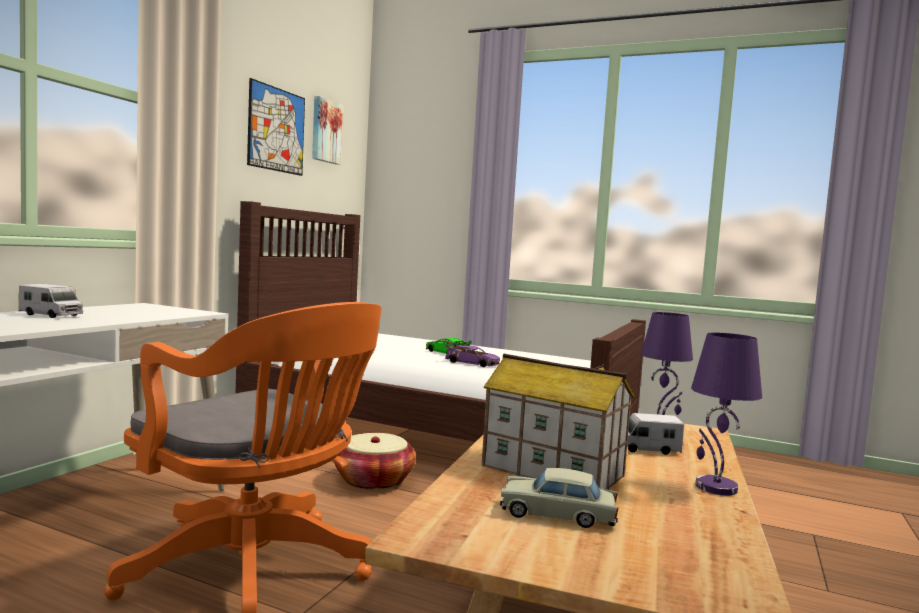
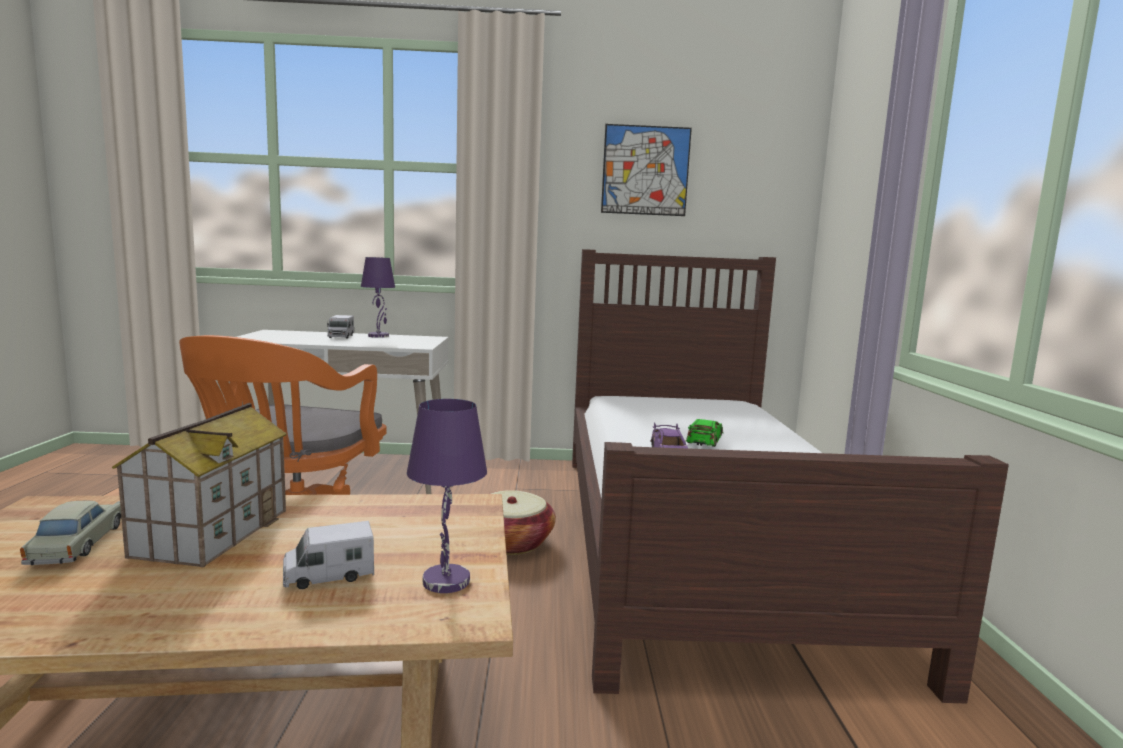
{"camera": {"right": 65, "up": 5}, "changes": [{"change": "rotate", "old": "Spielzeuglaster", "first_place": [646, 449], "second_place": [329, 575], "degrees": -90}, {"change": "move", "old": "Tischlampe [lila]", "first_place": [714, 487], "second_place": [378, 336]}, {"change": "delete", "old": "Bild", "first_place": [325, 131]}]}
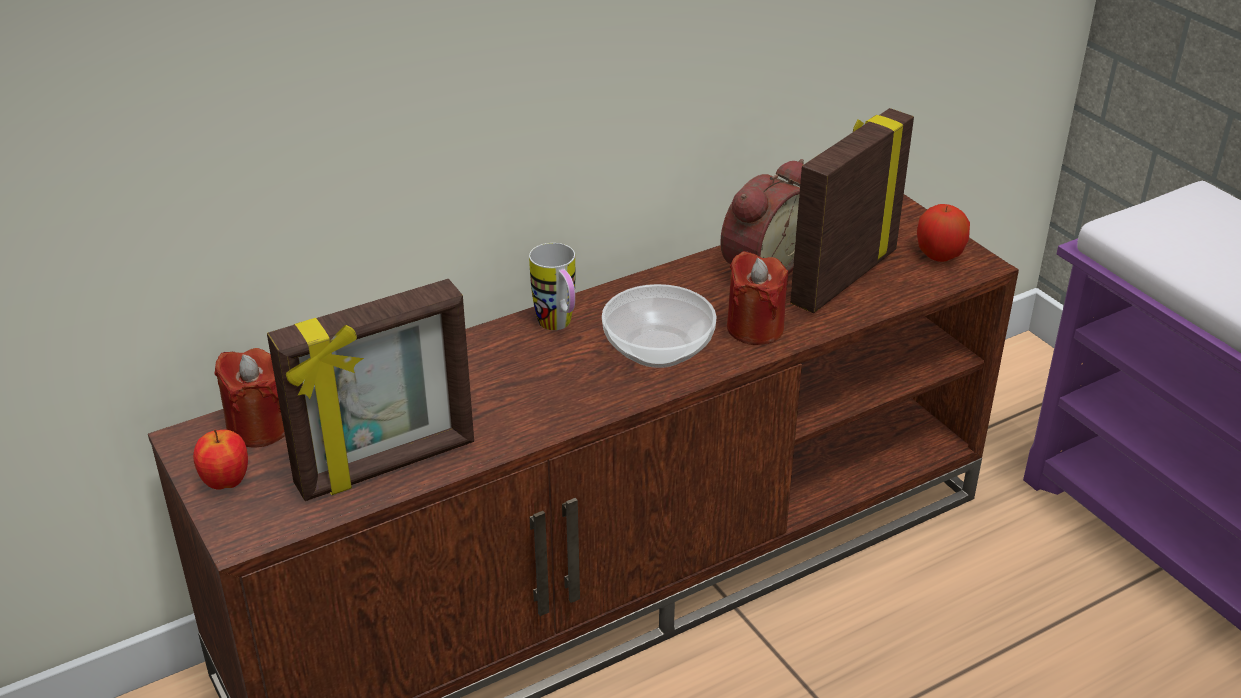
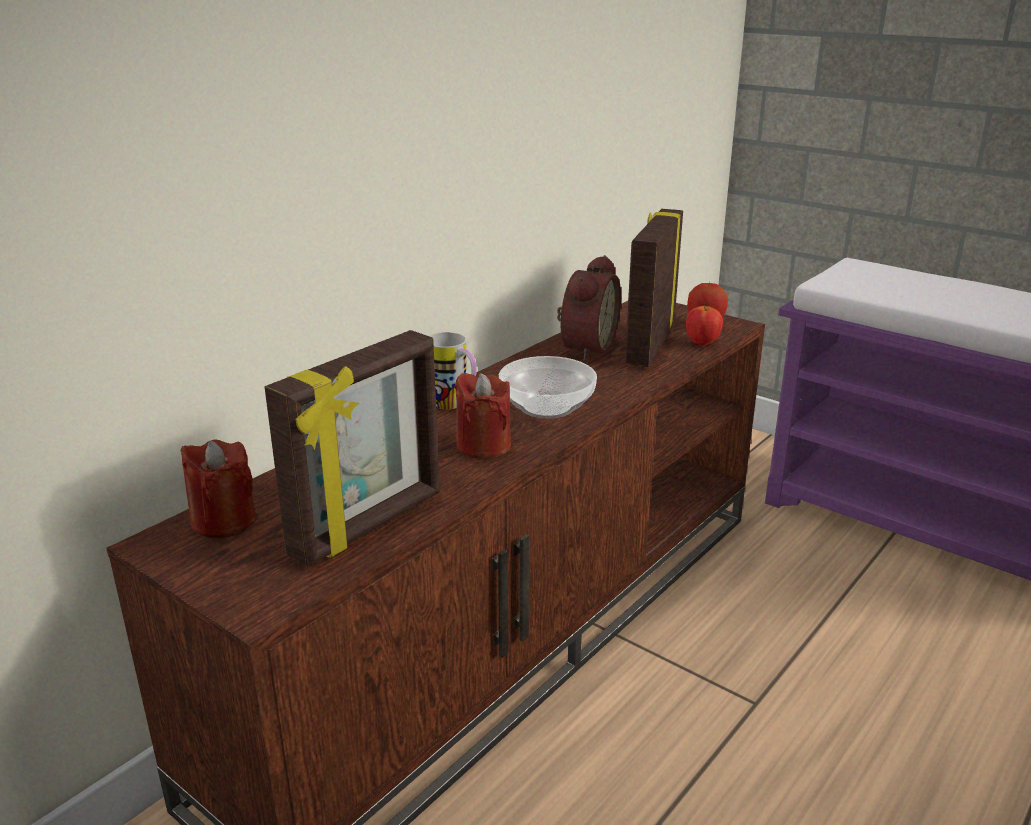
{"camera": {"right": -20, "up": -10}, "changes": [{"change": "move", "old": "Kerze [rot]", "first_place": [755, 328], "second_place": [483, 446]}, {"change": "move", "old": "Apfel", "first_place": [226, 482], "second_place": [702, 343]}]}
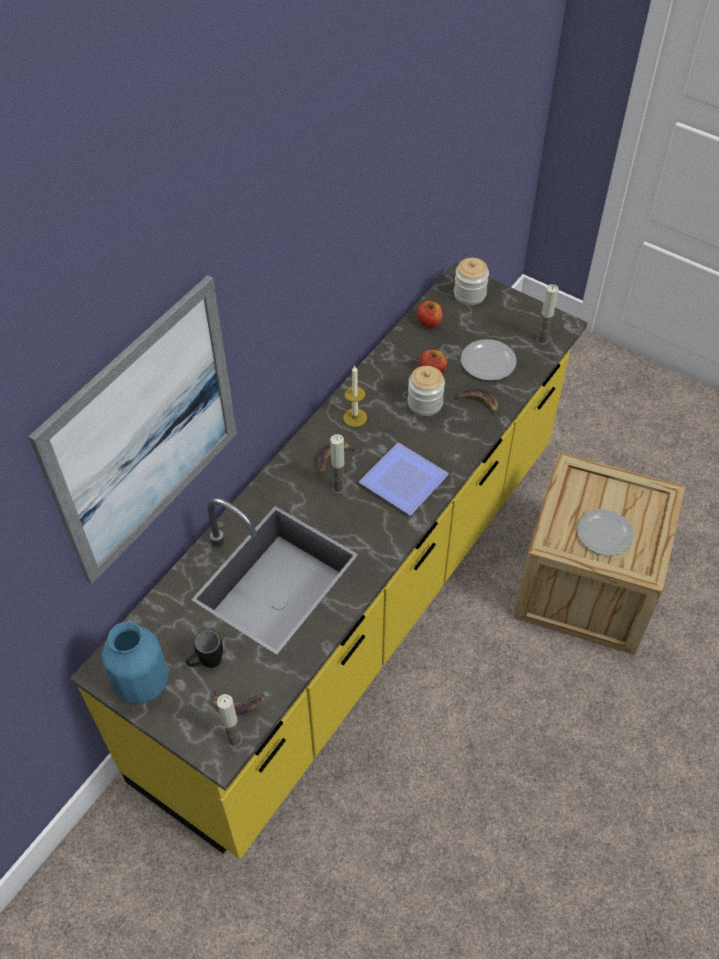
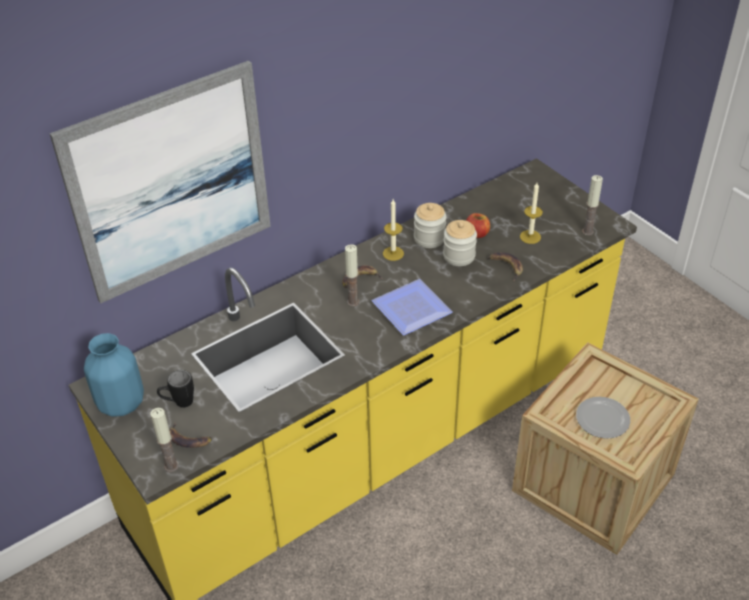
{"camera": {"right": 20, "up": -10}, "changes": [{"change": "move", "old": "Vorratsglas", "first_place": [469, 294], "second_place": [429, 238]}, {"change": "replace", "old": "Teller", "new": "Kerze", "first_place": [487, 361], "second_place": [530, 237]}, {"change": "delete", "old": "Apfel", "first_place": [429, 322]}]}
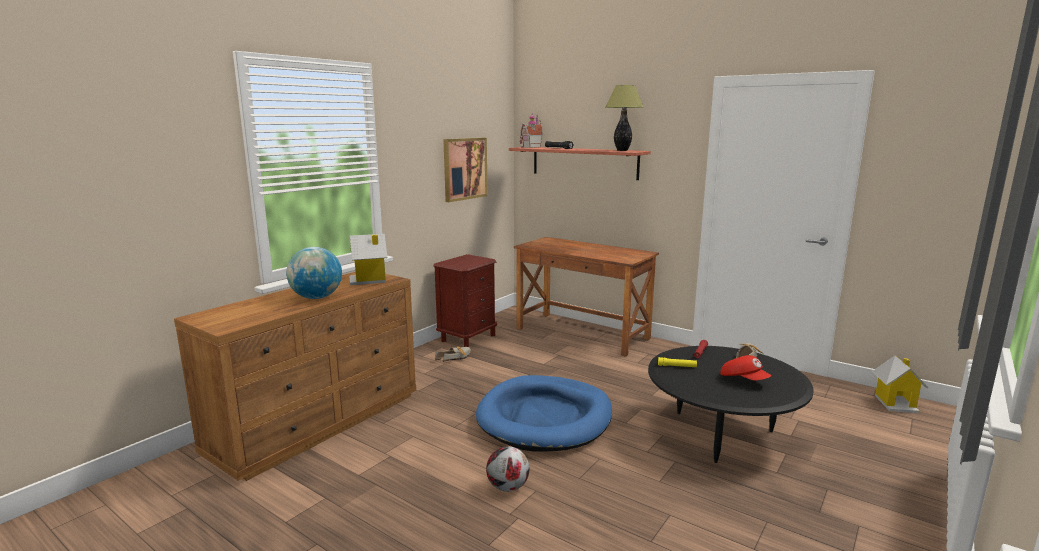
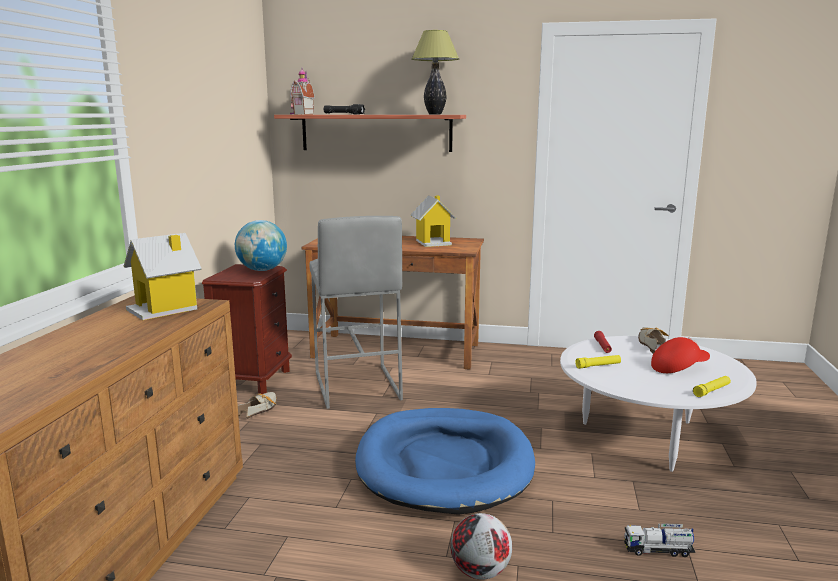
{"camera": {"right": -25, "up": 0}, "changes": [{"change": "move", "old": "Globus", "first_place": [316, 298], "second_place": [262, 270]}, {"change": "insert", "new": "Hocker [grau]", "second_place": [356, 386]}, {"change": "move", "old": "Spielzeughaus", "first_place": [895, 403], "second_place": [433, 242]}, {"change": "recolor", "old": "Couchtisch [schwarz]", "new": "Couchtisch [weiß]", "first_place": [721, 434], "second_place": [646, 438]}, {"change": "insert", "new": "Spielzeuglaster", "second_place": [658, 550]}, {"change": "rotate", "old": "Kappe [rot]", "first_place": [744, 380], "second_place": [678, 368], "degrees": -45}, {"change": "insert", "new": "Taschenlampe [gelb]", "second_place": [711, 390]}, {"change": "delete", "old": "Bild", "first_place": [464, 168]}]}
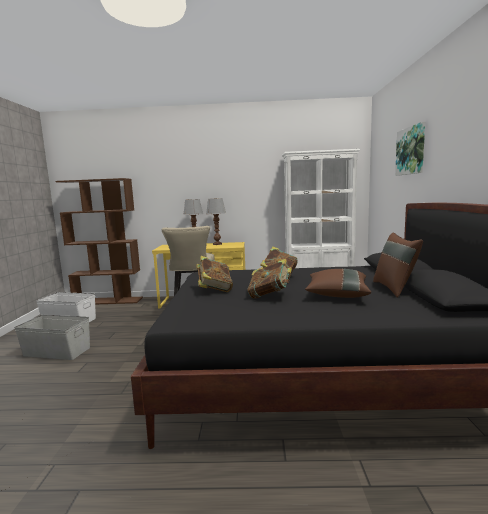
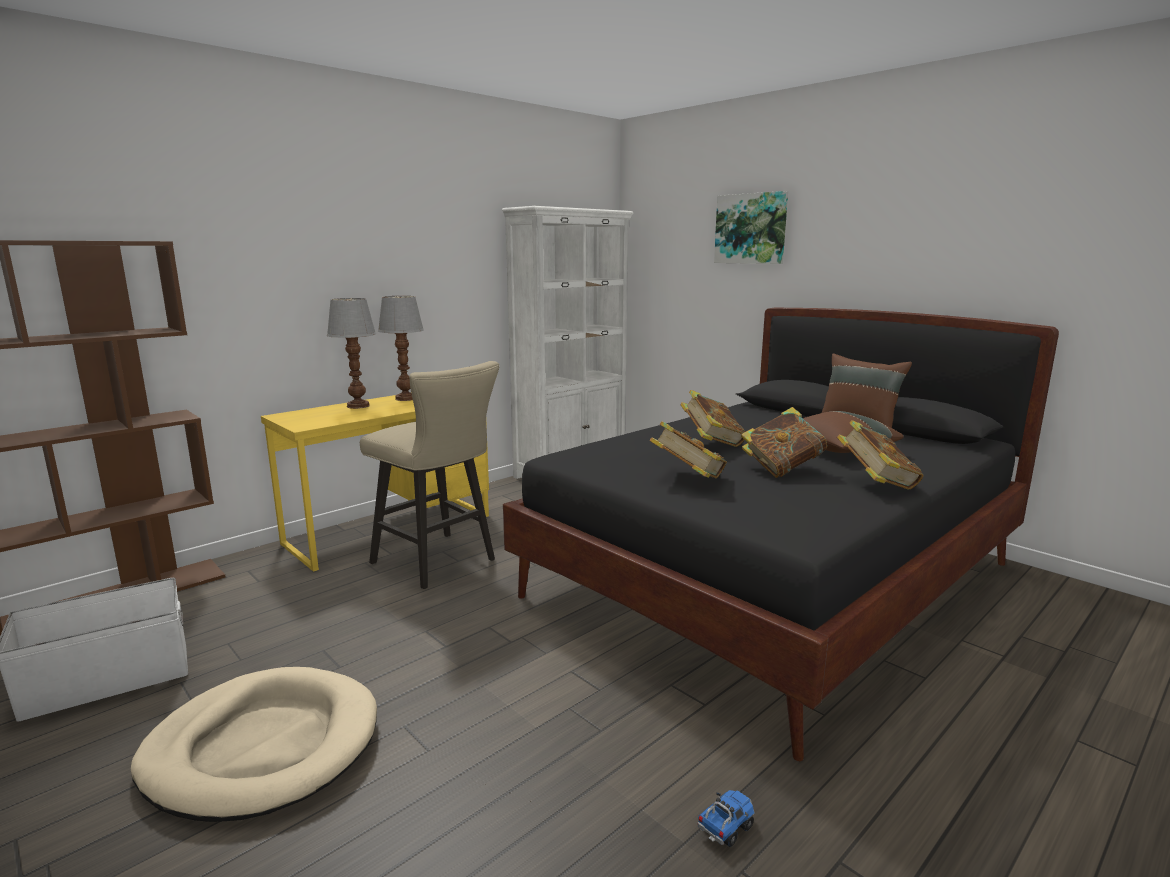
{"camera": {"right": -45, "up": 5}, "changes": [{"change": "replace", "old": "Aufbewahrungsbox [grau]", "new": "Hundebett [beige]", "first_place": [57, 351], "second_place": [263, 747]}, {"change": "insert", "new": "Spielzeuglaster", "second_place": [726, 828]}, {"change": "insert", "new": "Buch", "second_place": [875, 484]}]}
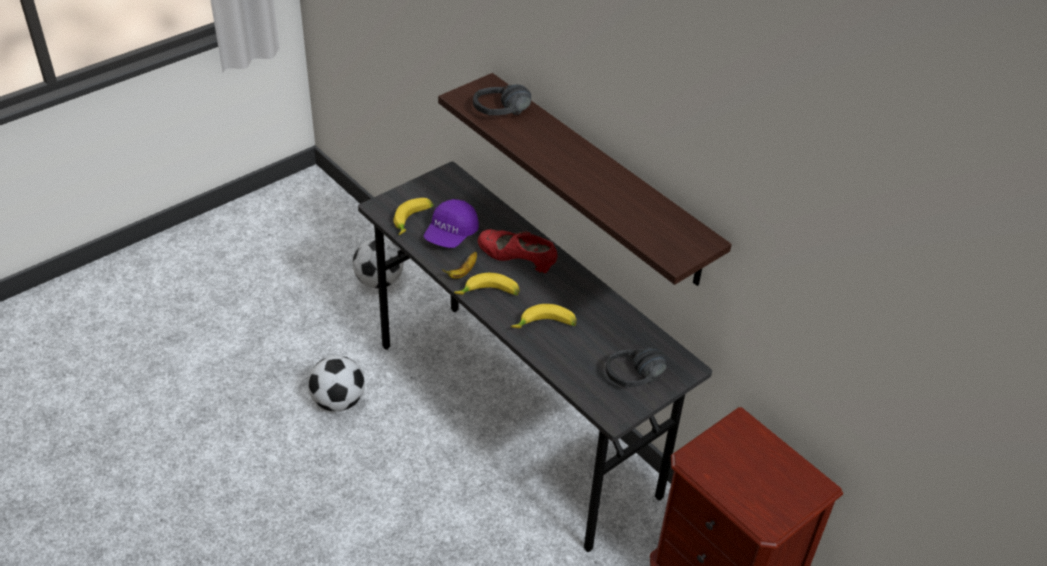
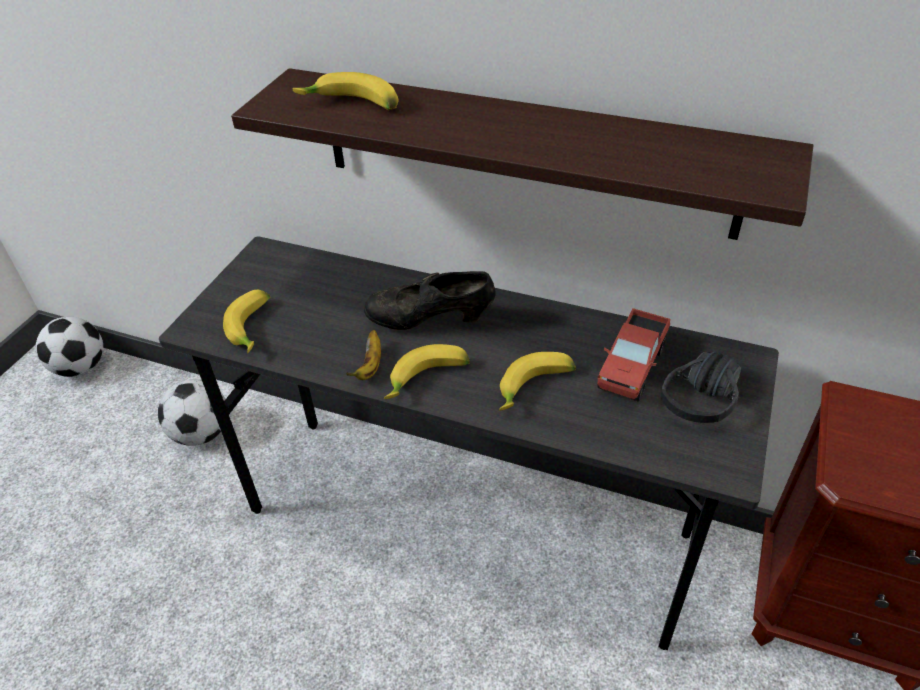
{"camera": {"right": -25, "up": 0}, "changes": [{"change": "move", "old": "Fußball", "first_place": [338, 401], "second_place": [81, 367]}, {"change": "replace", "old": "Kopfhörer [schwarz]", "new": "Banane", "first_place": [504, 115], "second_place": [351, 106]}, {"change": "recolor", "old": "Schuh [rot]", "new": "Schuh [schwarz]", "first_place": [516, 261], "second_place": [430, 321]}, {"change": "insert", "new": "Spielzeuglaster", "second_place": [632, 368]}, {"change": "delete", "old": "Kappe [lila]", "first_place": [451, 234]}]}
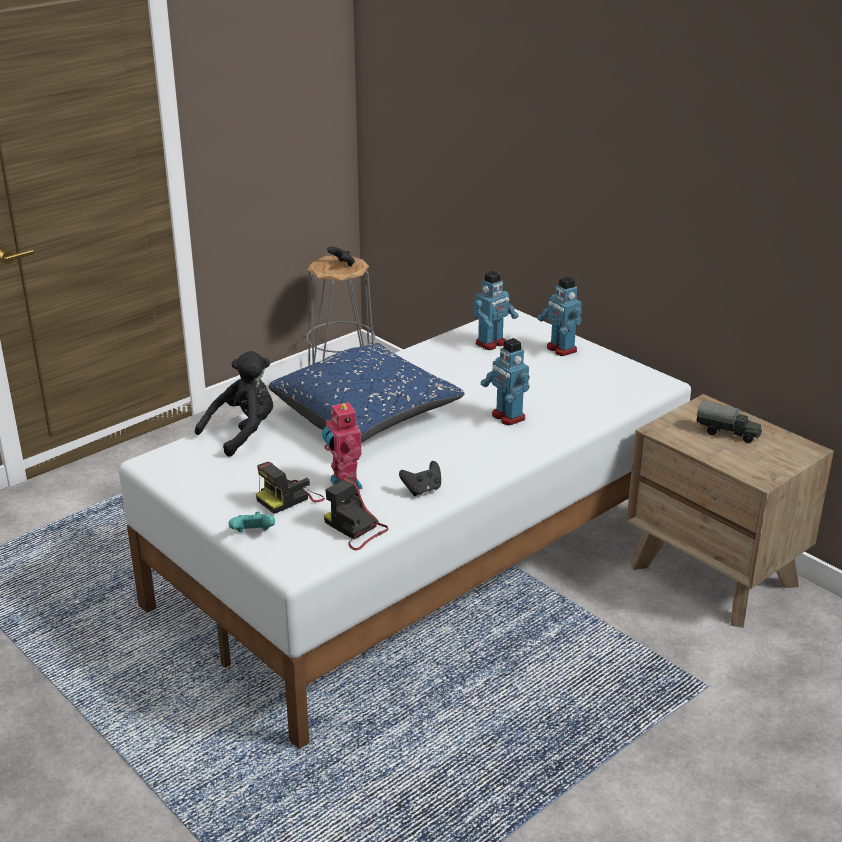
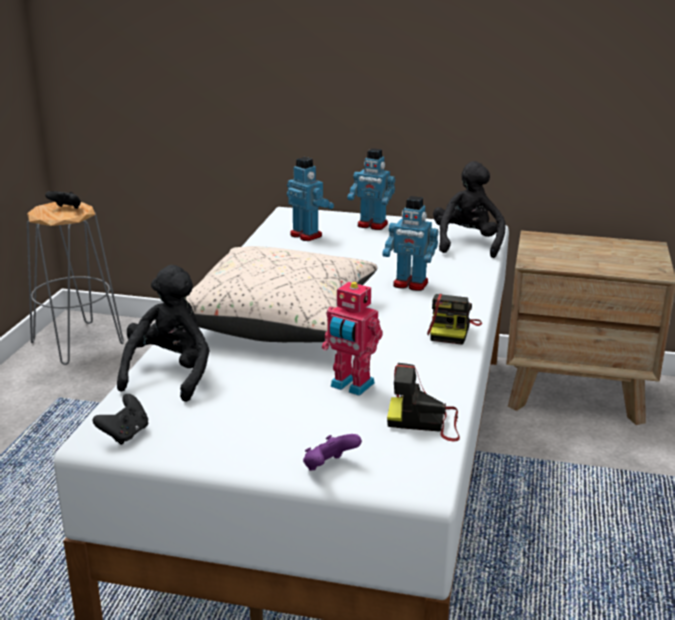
{"camera": {"right": -35, "up": -5}, "changes": [{"change": "move", "old": "Gamepad [schwarz]", "first_place": [422, 490], "second_place": [125, 434]}, {"change": "recolor", "old": "Kissen [blau]", "new": "Kissen [beige]", "first_place": [366, 415], "second_place": [279, 320]}, {"change": "rotate", "old": "Spielzeugroboter", "first_place": [491, 343], "second_place": [306, 235], "degrees": -60}, {"change": "recolor", "old": "Gamepad [türkis]", "new": "Gamepad [lila]", "first_place": [253, 534], "second_place": [329, 467]}, {"change": "move", "old": "Kamera", "first_place": [290, 498], "second_place": [452, 330]}, {"change": "insert", "new": "Plüschtier [schwarz]", "second_place": [467, 243]}, {"change": "delete", "old": "Spielzeuglaster", "first_place": [728, 433]}]}
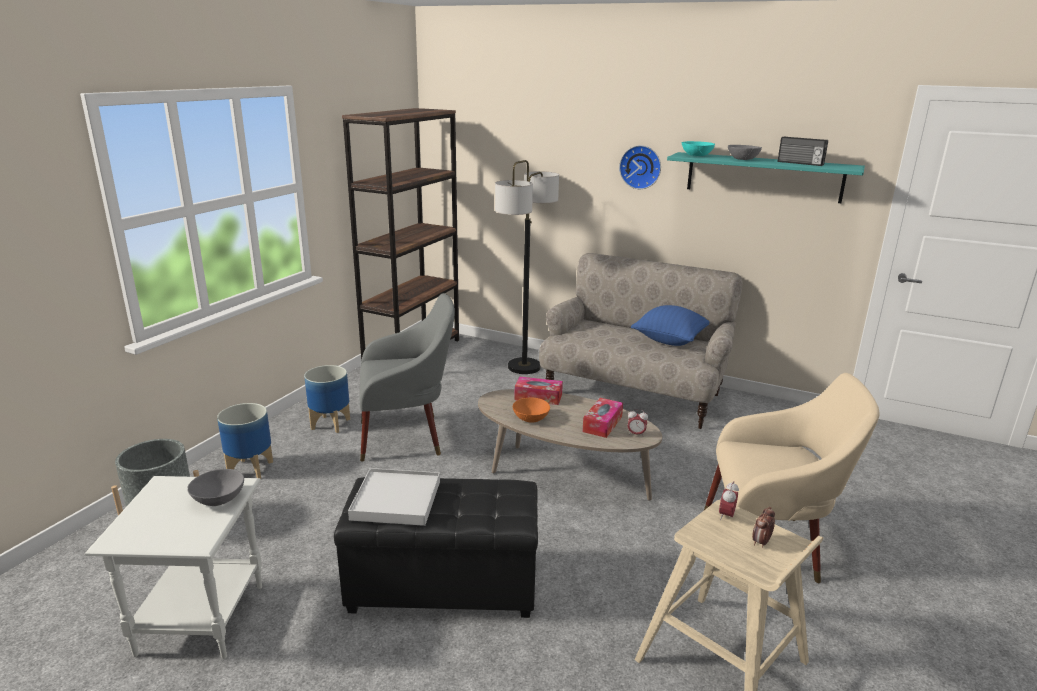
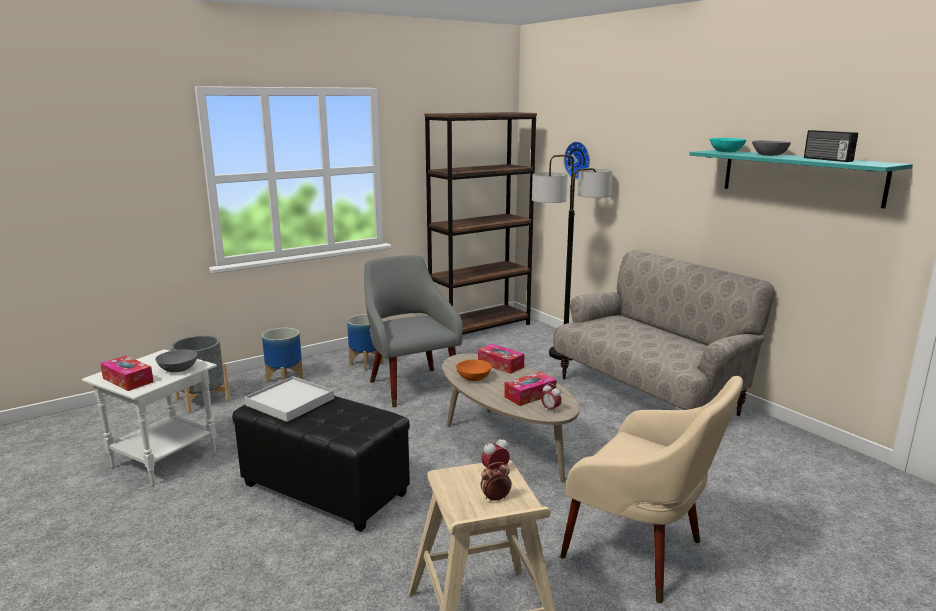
{"camera": {"right": 30, "up": -5}, "changes": [{"change": "insert", "new": "Taschentuchbox", "second_place": [128, 380]}, {"change": "rotate", "old": "Sessel [grau]", "first_place": [407, 437], "second_place": [411, 384], "degrees": -135}, {"change": "move", "old": "Wanduhr", "first_place": [641, 167], "second_place": [579, 160]}, {"change": "delete", "old": "Kissen [blau]", "first_place": [670, 340]}]}
